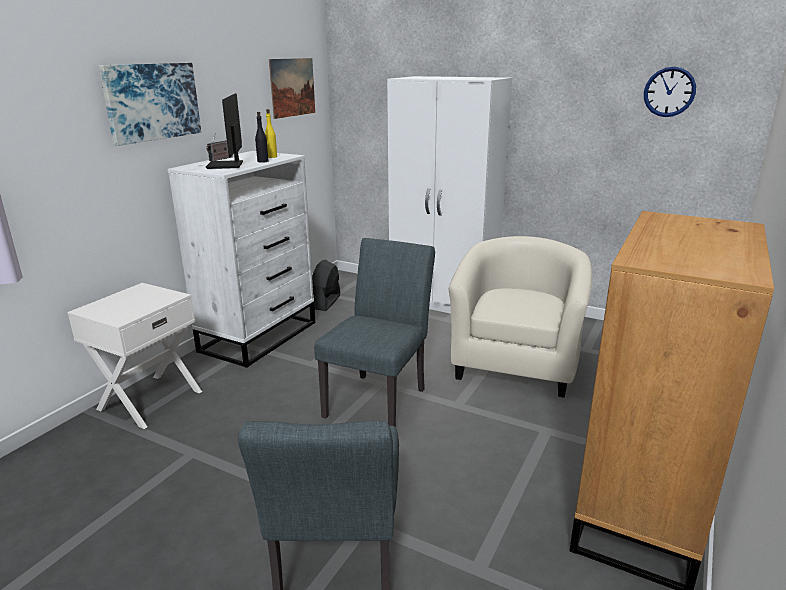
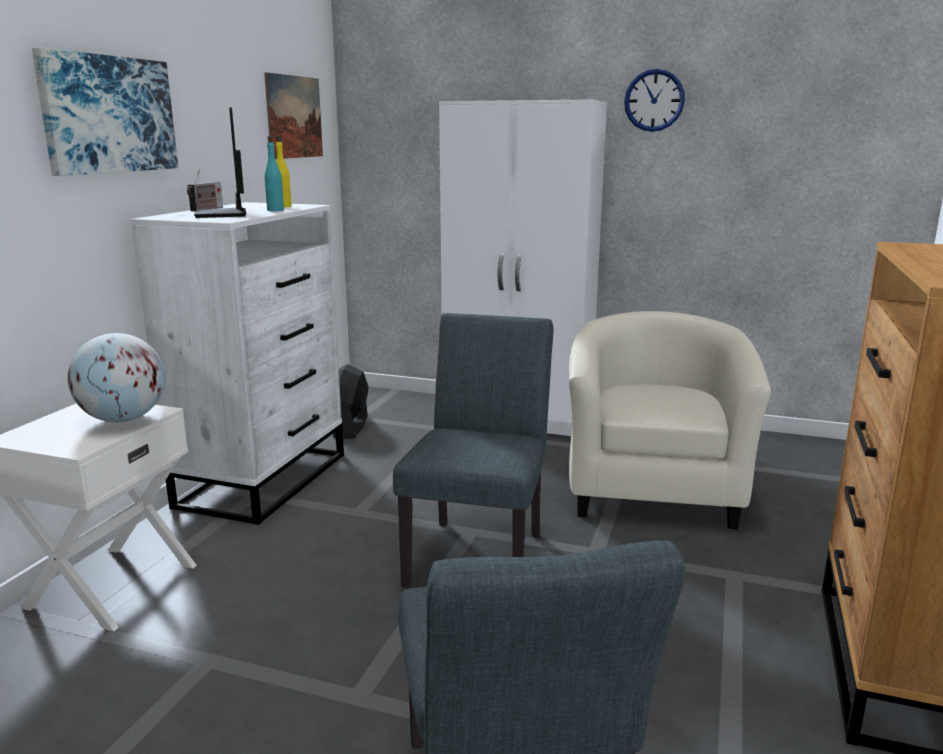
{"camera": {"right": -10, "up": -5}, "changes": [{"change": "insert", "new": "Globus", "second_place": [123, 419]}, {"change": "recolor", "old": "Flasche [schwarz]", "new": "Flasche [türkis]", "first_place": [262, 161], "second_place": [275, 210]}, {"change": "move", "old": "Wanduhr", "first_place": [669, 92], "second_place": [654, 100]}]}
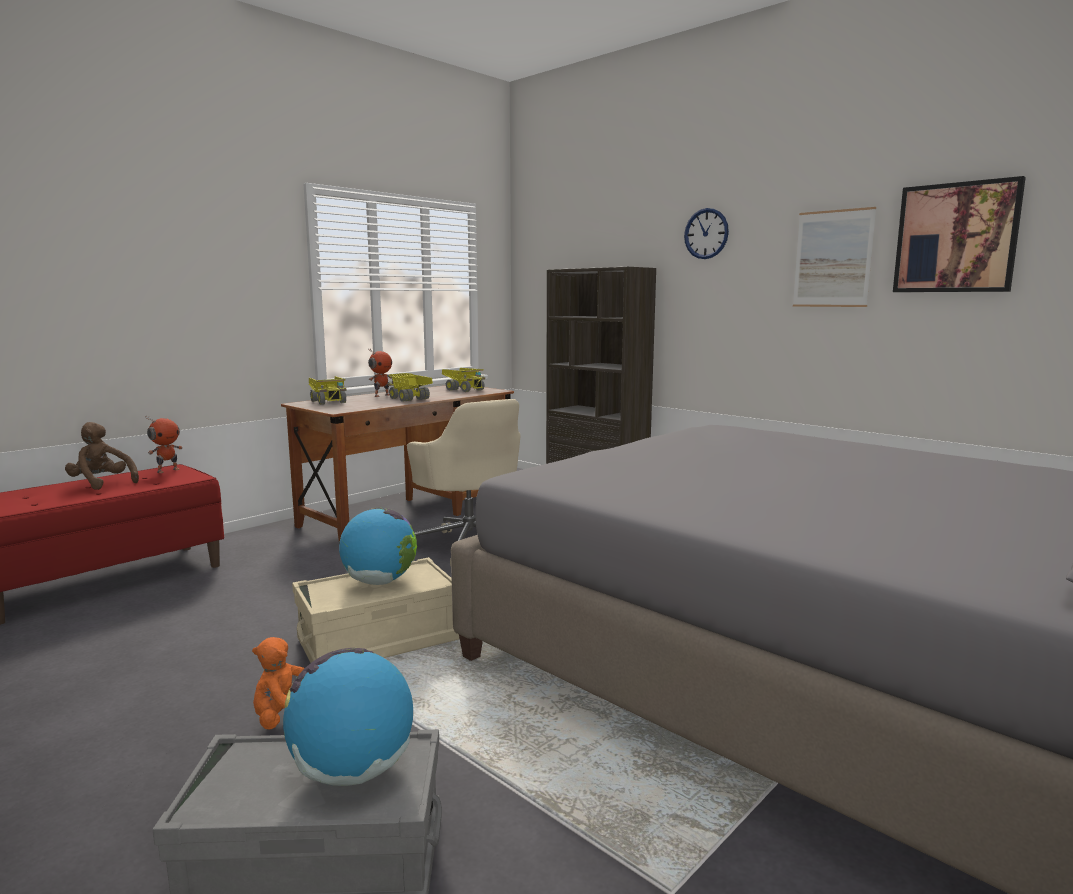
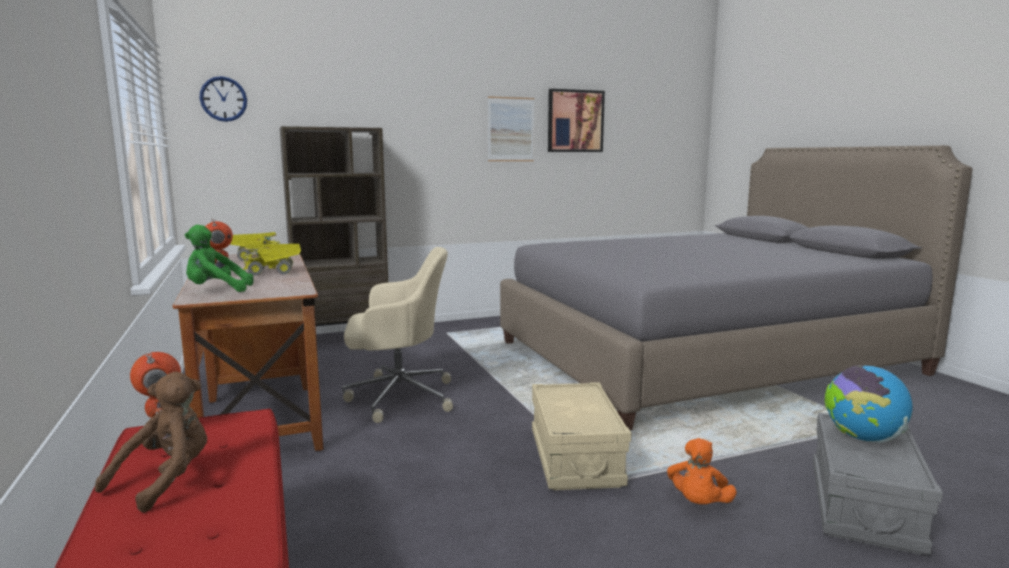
{"camera": {"right": -65, "up": 0}, "changes": [{"change": "rotate", "old": "Plüschtier [braun]", "first_place": [102, 484], "second_place": [166, 480], "degrees": 150}, {"change": "replace", "old": "Spielzeuglaster", "new": "Plüschtier [grün]", "first_place": [329, 401], "second_place": [216, 291]}, {"change": "move", "old": "Wanduhr", "first_place": [706, 233], "second_place": [223, 99]}, {"change": "delete", "old": "Globus", "first_place": [380, 582]}]}
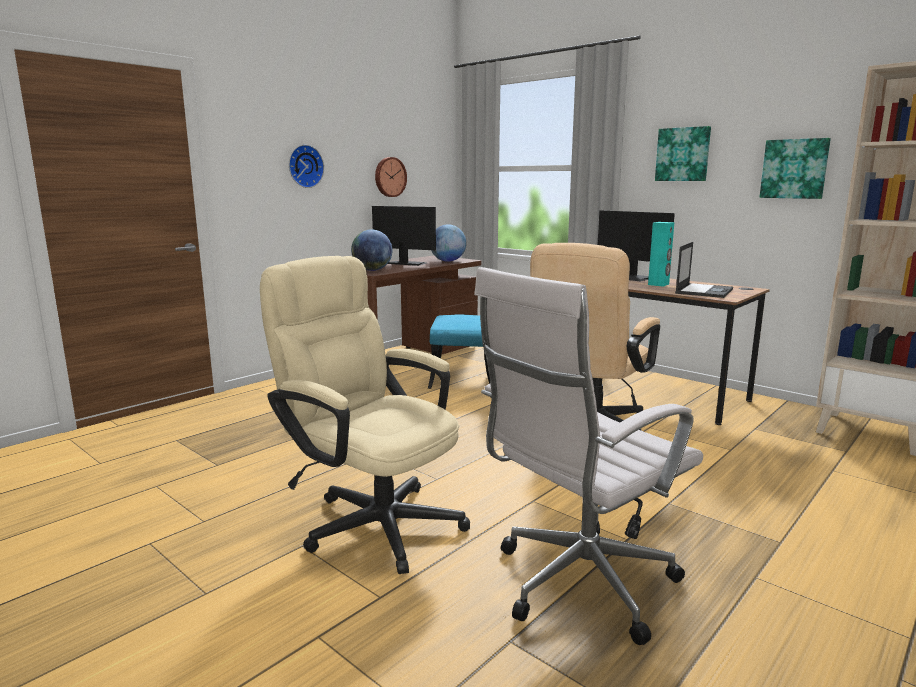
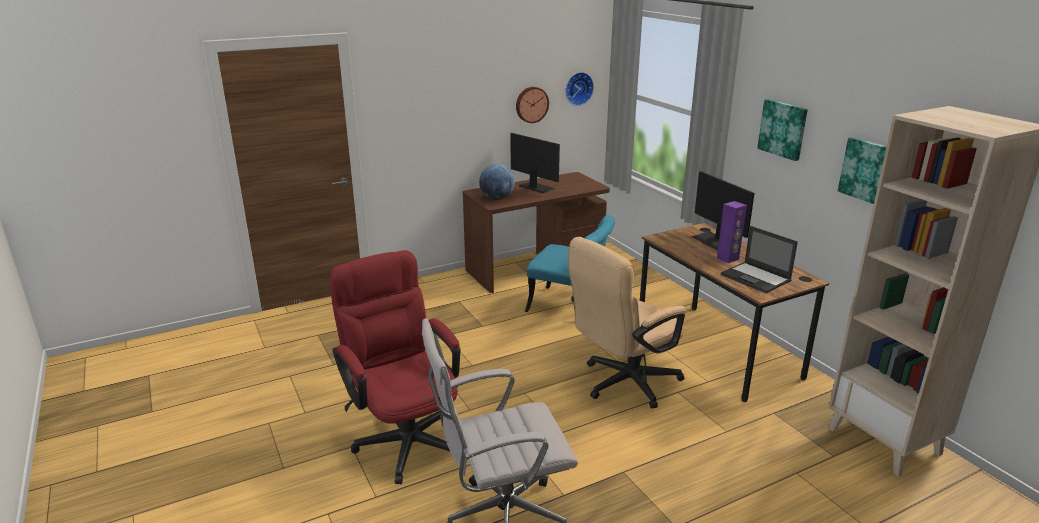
{"camera": {"right": 20, "up": 10}, "changes": [{"change": "recolor", "old": "Bürostuhl [beige]", "new": "Bürostuhl [rot]", "first_place": [372, 520], "second_place": [405, 436]}, {"change": "move", "old": "Wanduhr", "first_place": [304, 166], "second_place": [578, 88]}, {"change": "recolor", "old": "Lautsprecher [türkis]", "new": "Lautsprecher [lila]", "first_place": [658, 284], "second_place": [728, 259]}, {"change": "rotate", "old": "Laptop", "first_place": [704, 291], "second_place": [756, 278], "degrees": 90}, {"change": "delete", "old": "Globus", "first_place": [448, 261]}]}
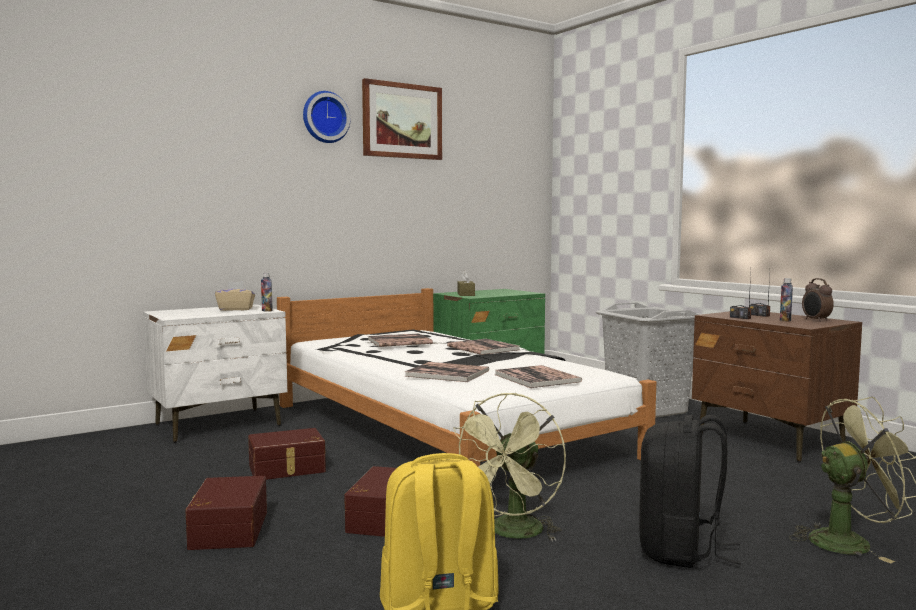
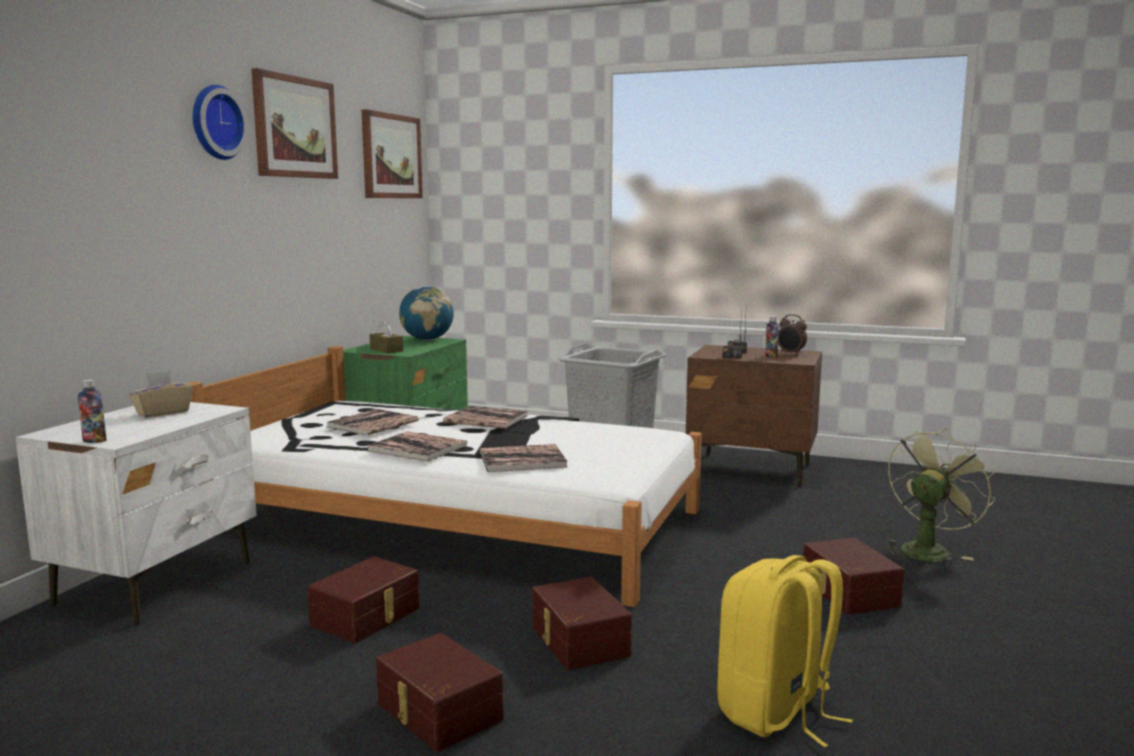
{"camera": {"right": -35, "up": 5}, "changes": [{"change": "move", "old": "Flasche", "first_place": [267, 310], "second_place": [94, 441]}, {"change": "insert", "new": "Bild", "second_place": [391, 156]}, {"change": "move", "old": "Buch", "first_place": [537, 378], "second_place": [417, 448]}, {"change": "insert", "new": "Globus", "second_place": [427, 339]}, {"change": "replace", "old": "Rucksack [schwarz]", "new": "Aufbewahrungsbox [braun]", "first_place": [681, 550], "second_place": [847, 592]}, {"change": "delete", "old": "Ventilator [grün]", "first_place": [512, 534]}]}
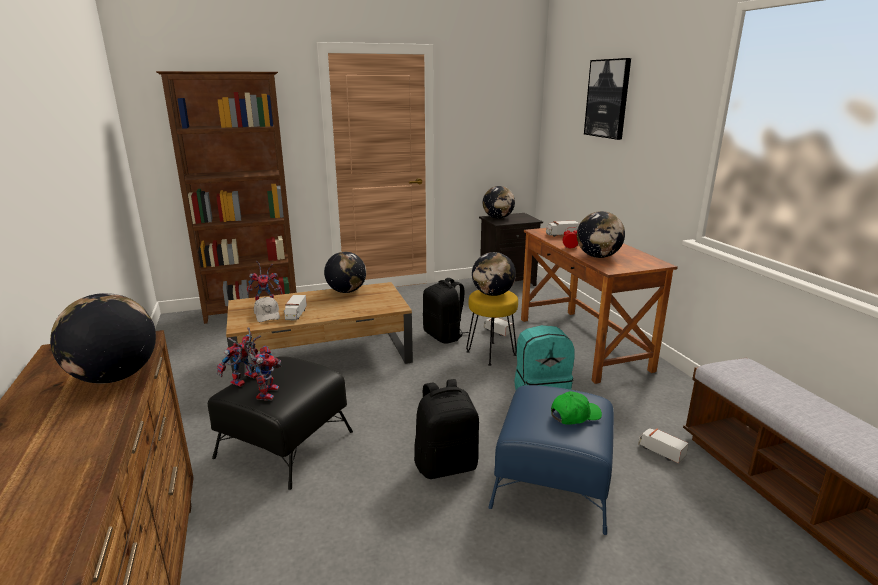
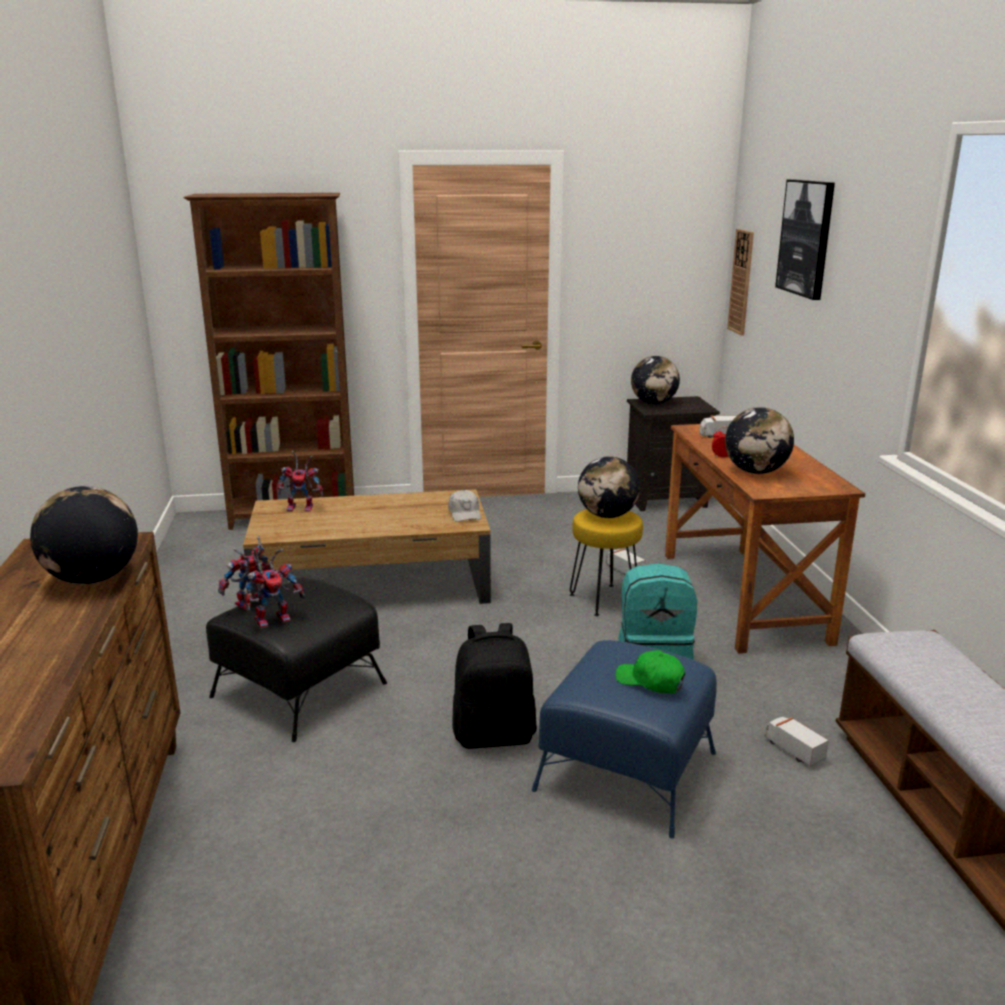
{"camera": {"right": 10, "up": 0}, "changes": [{"change": "rotate", "old": "Spielzeugroboter", "first_place": [266, 392], "second_place": [274, 618], "degrees": 45}, {"change": "move", "old": "Kappe [weiß]", "first_place": [267, 315], "second_place": [465, 513]}, {"change": "rotate", "old": "Kappe [grün]", "first_place": [574, 415], "second_place": [650, 681], "degrees": -135}, {"change": "insert", "new": "Wanduhr", "second_place": [741, 282]}, {"change": "delete", "old": "Spielzeuglaster", "first_place": [295, 314]}, {"change": "delete", "old": "Globus", "first_place": [346, 291]}, {"change": "delete", "old": "Rucksack [schwarz]", "first_place": [444, 336]}]}
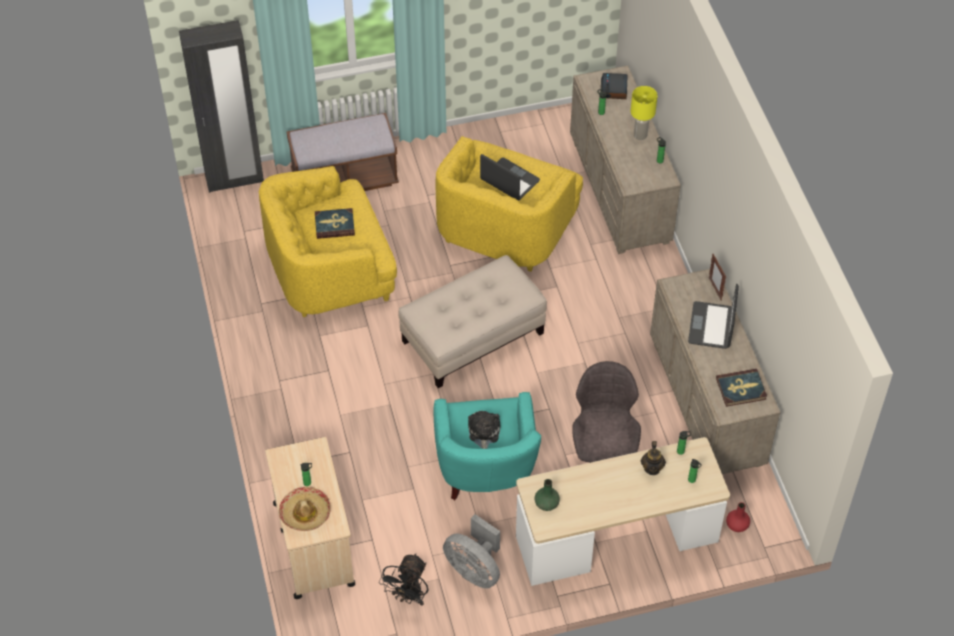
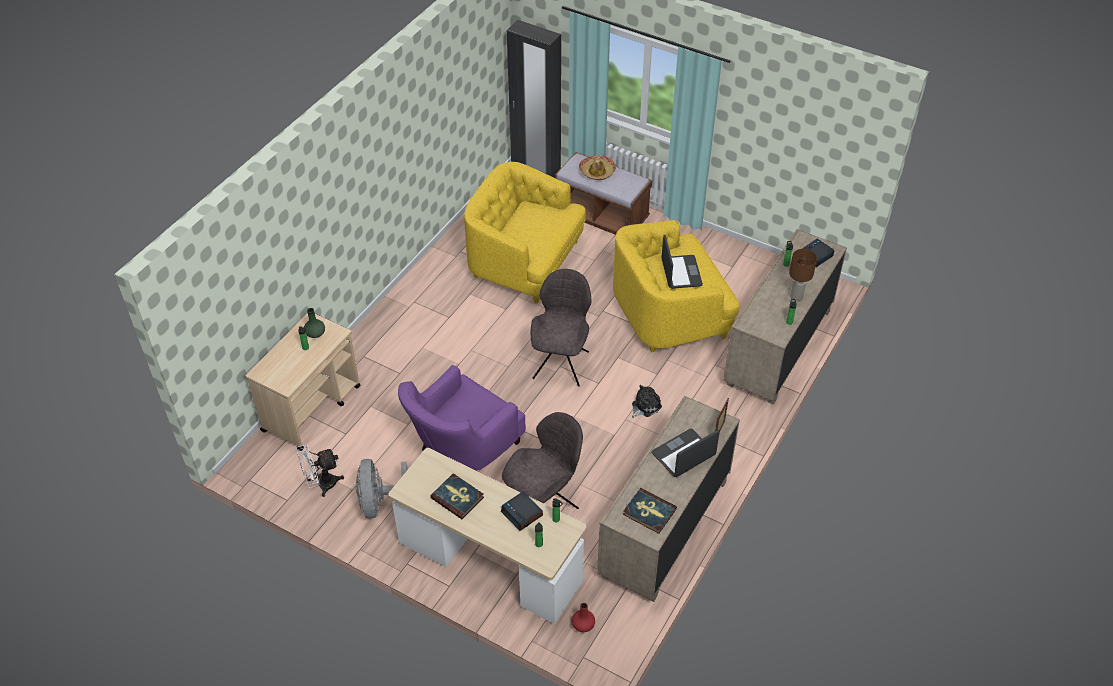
{"camera": {"right": 45, "up": -5}, "changes": [{"change": "recolor", "old": "Ventilator [schwarz]", "new": "Ventilator [weiß]", "first_place": [408, 596], "second_place": [322, 484]}, {"change": "move", "old": "Vase [grün]", "first_place": [546, 503], "second_place": [315, 333]}, {"change": "recolor", "old": "Sessel [türkis]", "new": "Sessel [lila]", "first_place": [485, 471], "second_place": [463, 450]}, {"change": "move", "old": "Buch", "first_place": [334, 225], "second_place": [457, 497]}, {"change": "replace", "old": "Teekanne", "new": "Wecker", "first_place": [652, 468], "second_place": [522, 514]}, {"change": "replace", "old": "Polsterhocker [beige]", "new": "Stuhl [grau]", "first_place": [472, 336], "second_place": [561, 363]}, {"change": "move", "old": "Hut", "first_place": [305, 513], "second_place": [597, 171]}, {"change": "move", "old": "Plüschtier", "first_place": [483, 433], "second_place": [645, 406]}, {"change": "recolor", "old": "Tischlampe [gelb]", "new": "Tischlampe [braun]", "first_place": [640, 135], "second_place": [796, 297]}]}
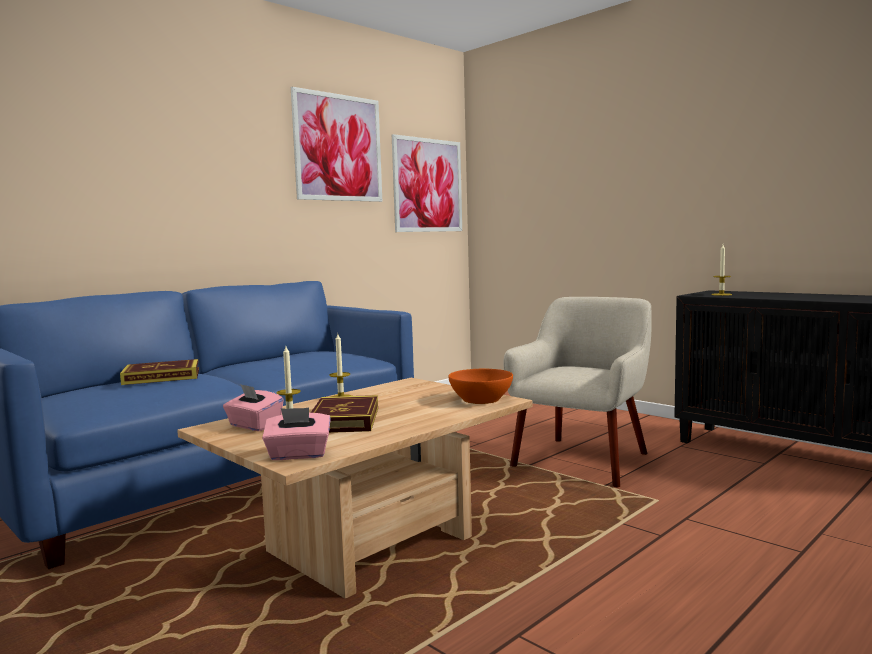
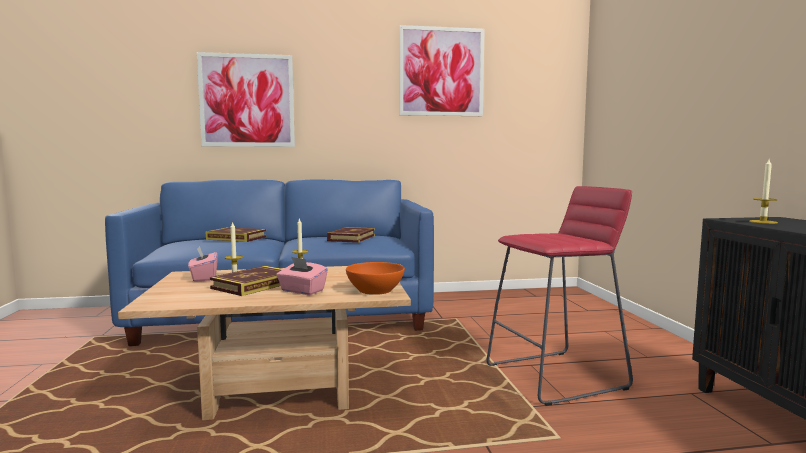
{"camera": {"right": 35, "up": 0}, "changes": [{"change": "move", "old": "Bild", "first_place": [427, 185], "second_place": [247, 100]}, {"change": "move", "old": "Taschentuchbox [rosa]", "first_place": [298, 455], "second_place": [302, 291]}, {"change": "insert", "new": "Buch", "second_place": [351, 238]}, {"change": "replace", "old": "Sessel [beige]", "new": "Hocker [rot]", "first_place": [583, 459], "second_place": [557, 376]}]}
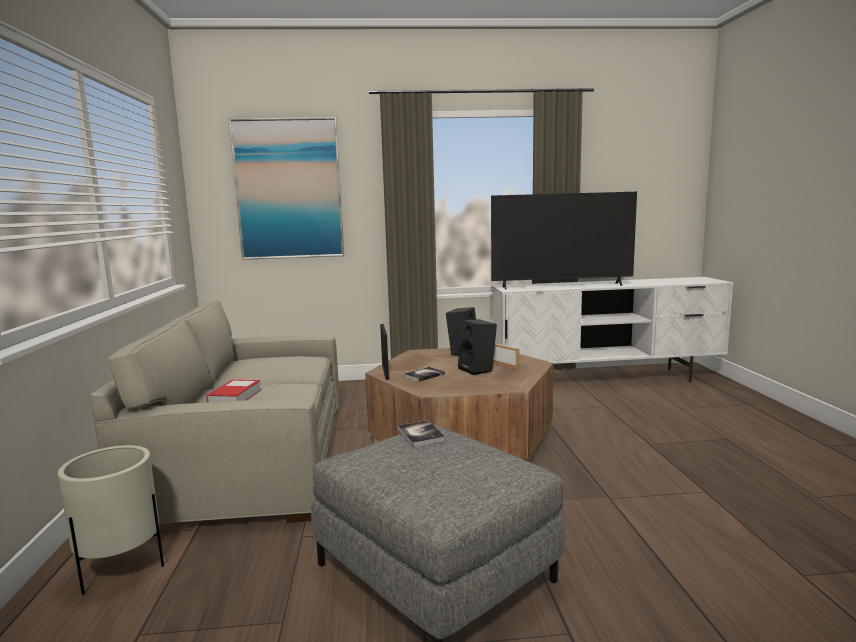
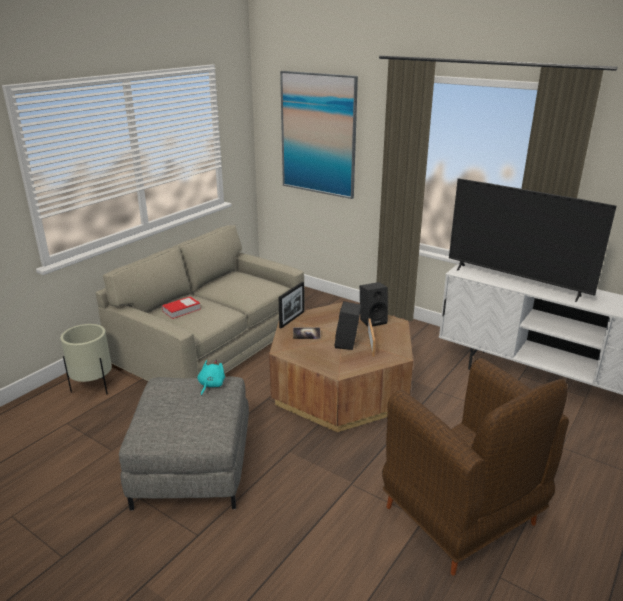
{"camera": {"right": 40, "up": 15}, "changes": [{"change": "replace", "old": "Buch", "new": "Plüschtier [türkis]", "first_place": [420, 434], "second_place": [211, 385]}, {"change": "insert", "new": "Sessel [braun]", "second_place": [462, 518]}]}
